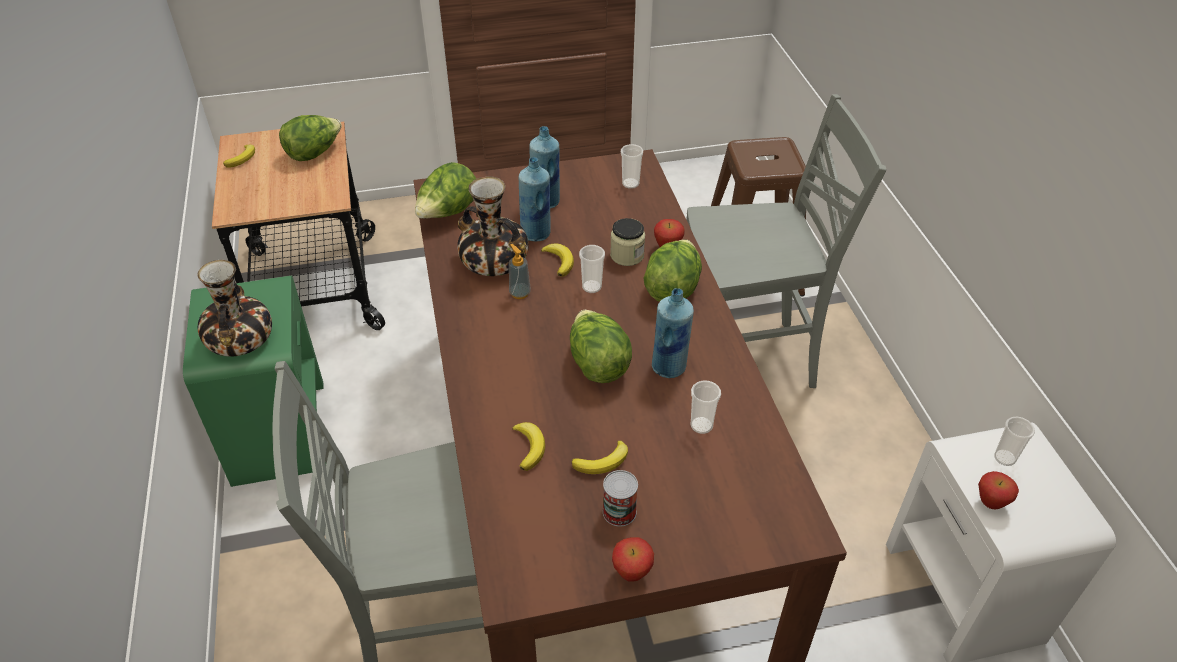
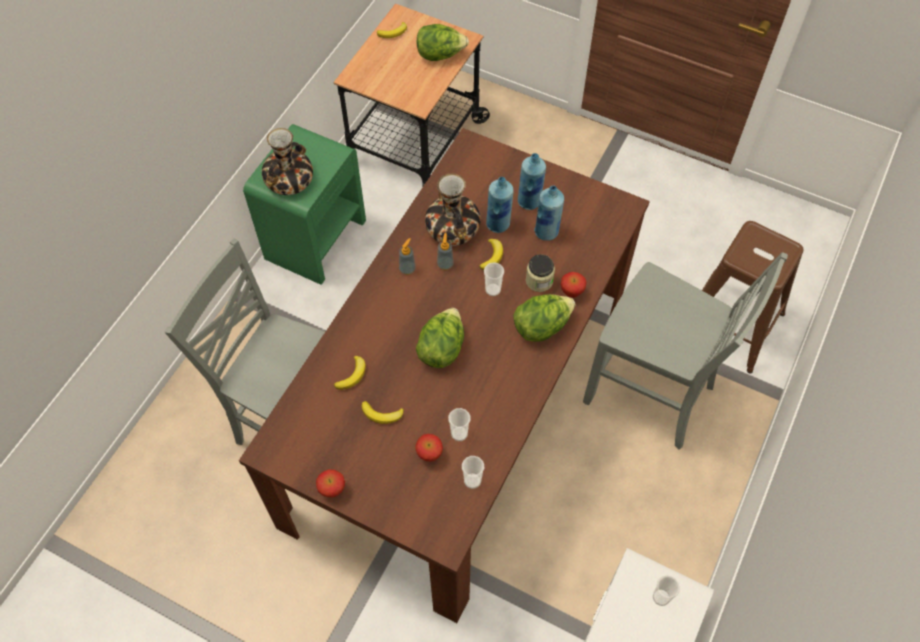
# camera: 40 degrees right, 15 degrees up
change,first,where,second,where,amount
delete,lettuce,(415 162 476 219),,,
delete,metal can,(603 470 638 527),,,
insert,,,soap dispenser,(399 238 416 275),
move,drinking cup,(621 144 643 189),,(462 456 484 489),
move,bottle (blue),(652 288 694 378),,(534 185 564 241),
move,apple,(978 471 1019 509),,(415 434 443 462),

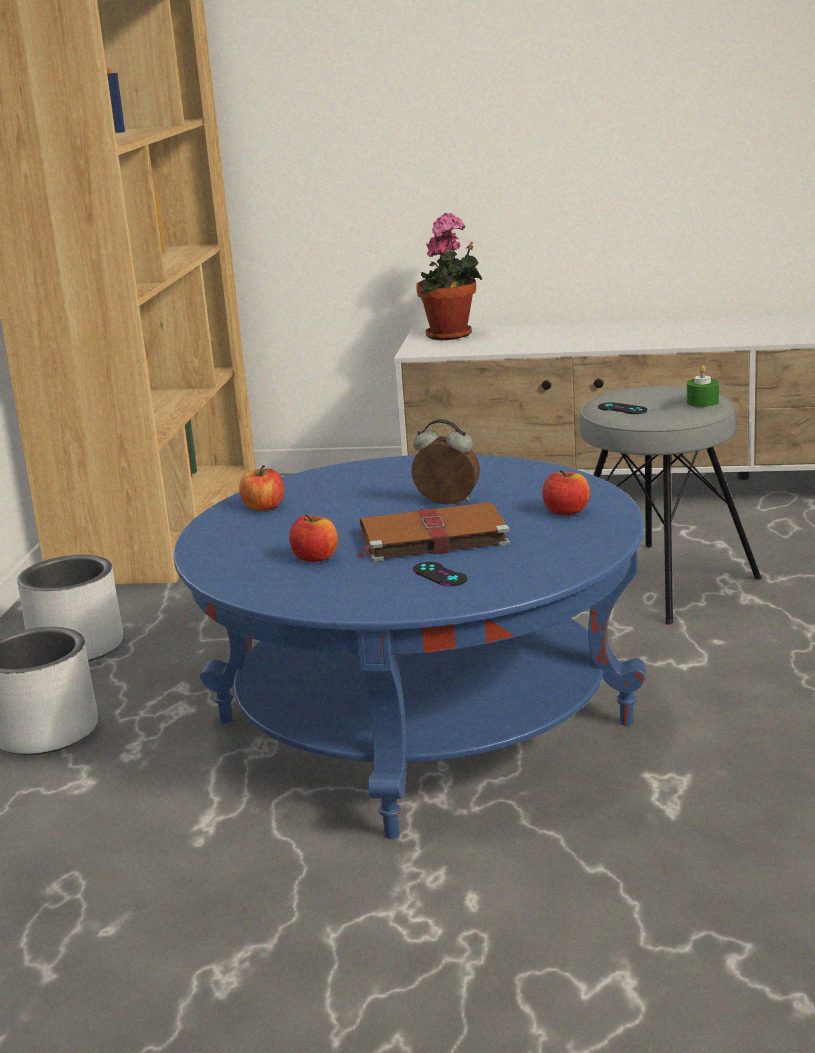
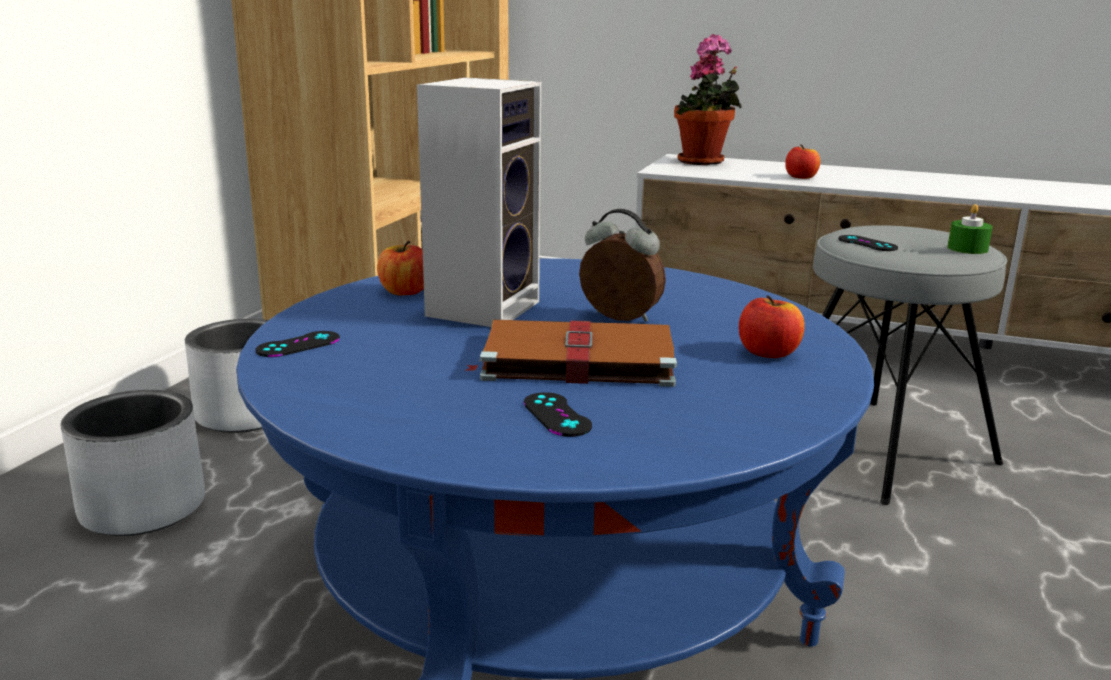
# camera: 10 degrees right, 0 degrees up
change,first,where,second,where,amount
insert,,,game controller (blackish),(256 331 340 357),
insert,,,audio speaker,(417 77 541 327),
move,apple,(289 514 338 562),,(785 144 820 179),

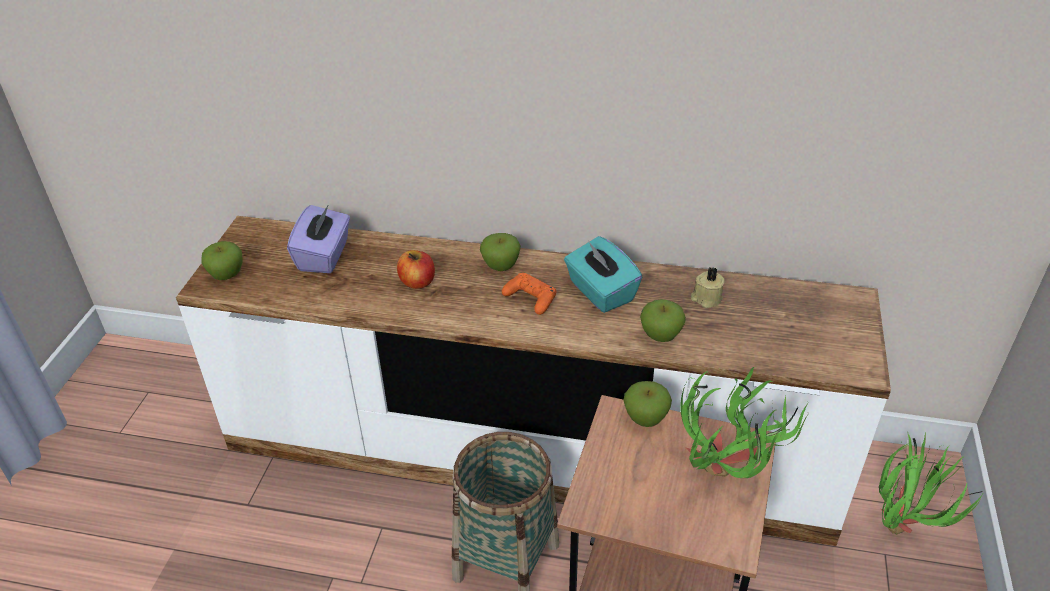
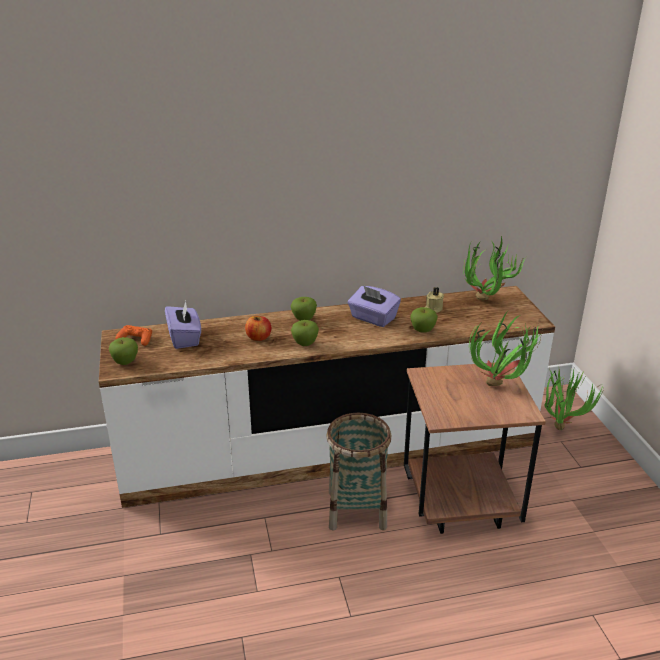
# camera: 25 degrees left, 10 degrees down
change,first,where,second,where,amount
insert,,,plant in a pot,(463 235 525 300),
move,game controller (orange),(502 273 556 315),,(115 325 152 346),
move,apple,(623 381 672 427),,(291 320 319 346),
recolor,box of tissues (turquoise),(564 236 642 313),box of tissues (purple),(348 285 401 327),

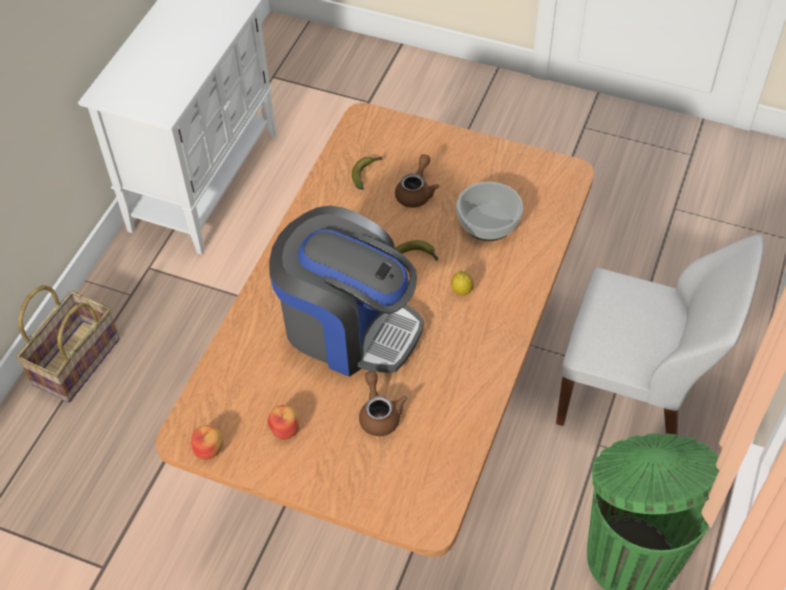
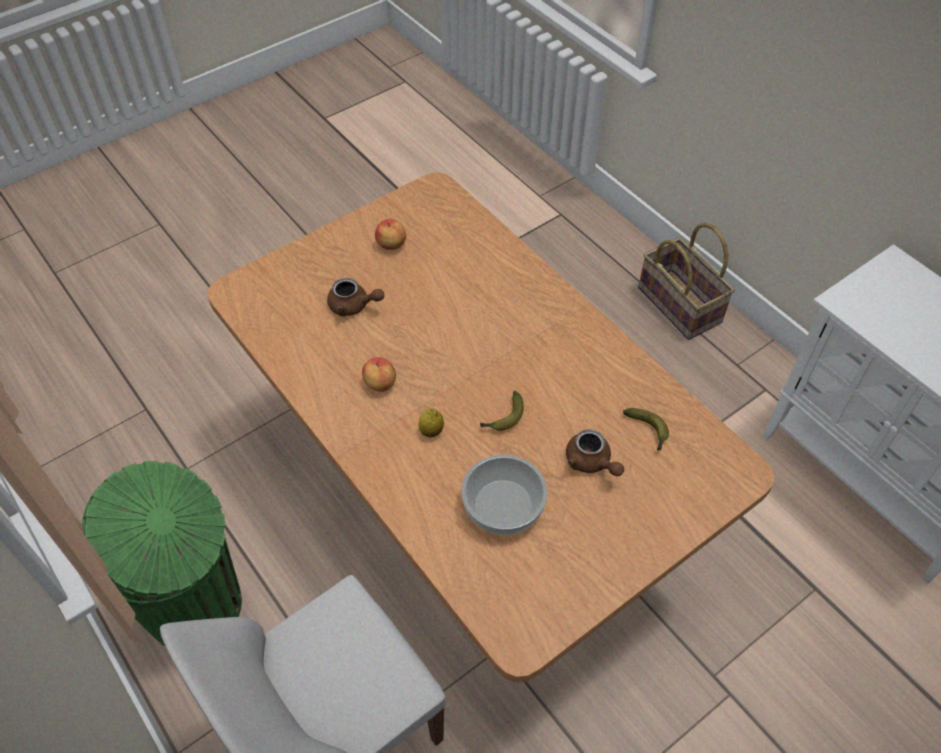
# camera: 120 degrees right, 0 degrees up
change,first,where,second,where,amount
delete,coffee brewer,(269 206 424 377),,,
move,apple,(191 425 224 460),,(362 357 396 392),

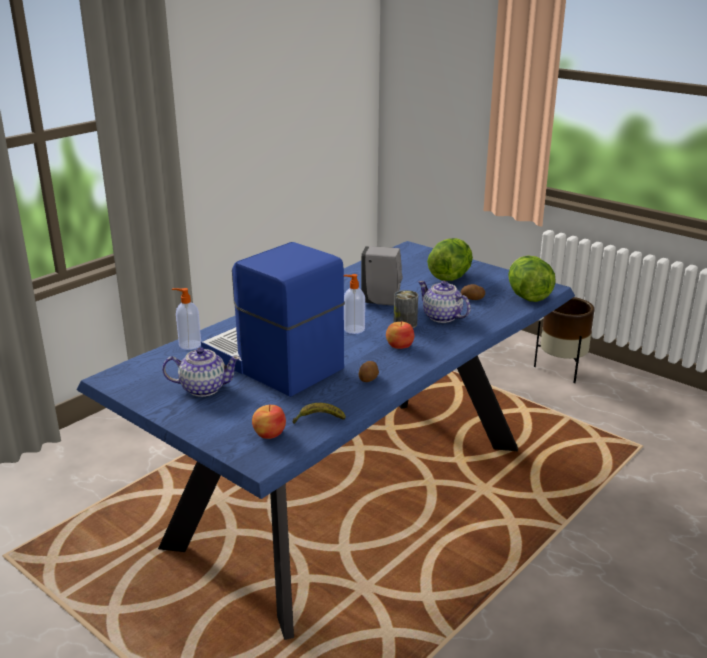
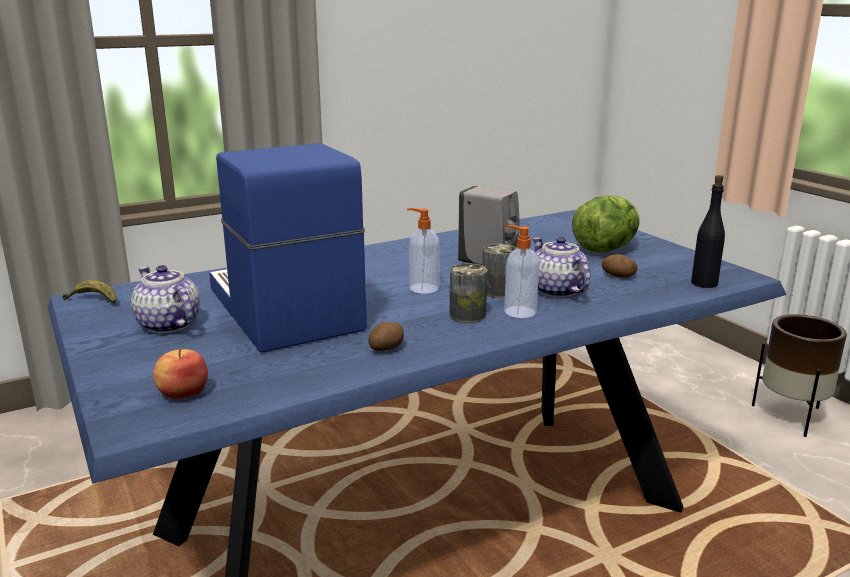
# camera: 20 degrees right, 5 degrees down
change,first,where,second,where,amount
move,soap dispenser,(172 288 201 350),,(504 225 539 318),
move,banana,(293 403 346 424),,(63 280 116 304),
replace,apple,(386 321 414 349),metal can,(450 263 487 323),
replace,lettuce,(508 255 556 302),bottle (blackish),(691 175 725 288),
rotate,teapot,(162 347 241 397),,(131 265 200 333),150 degrees counterclockwise

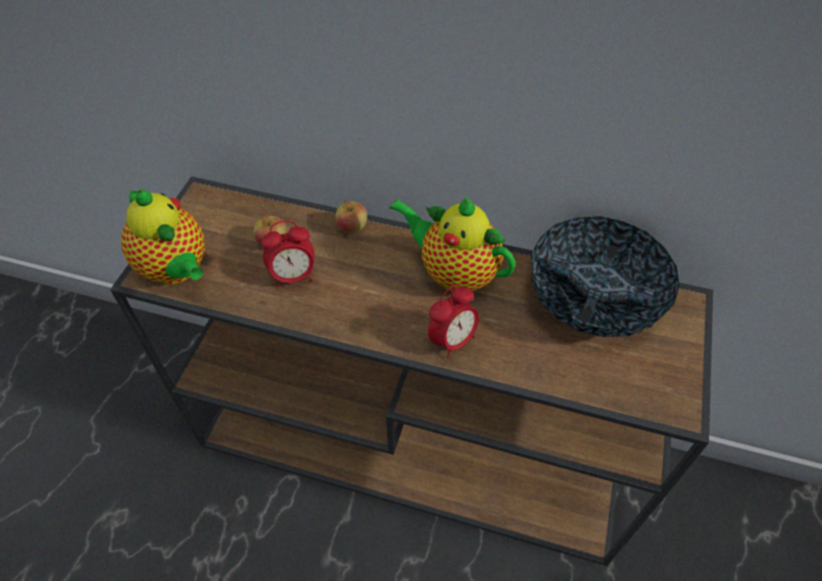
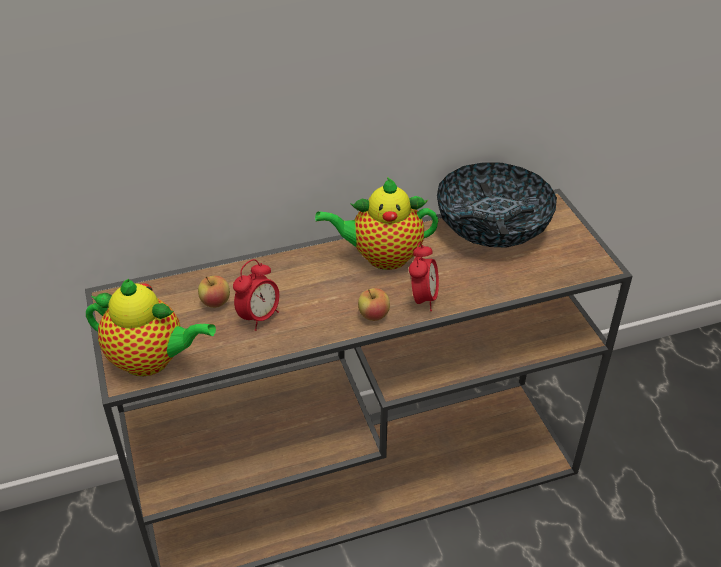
# camera: 35 degrees left, 10 degrees down
change,first,where,second,where,amount
move,apple,(335 201 367 234),,(358 288 390 321),

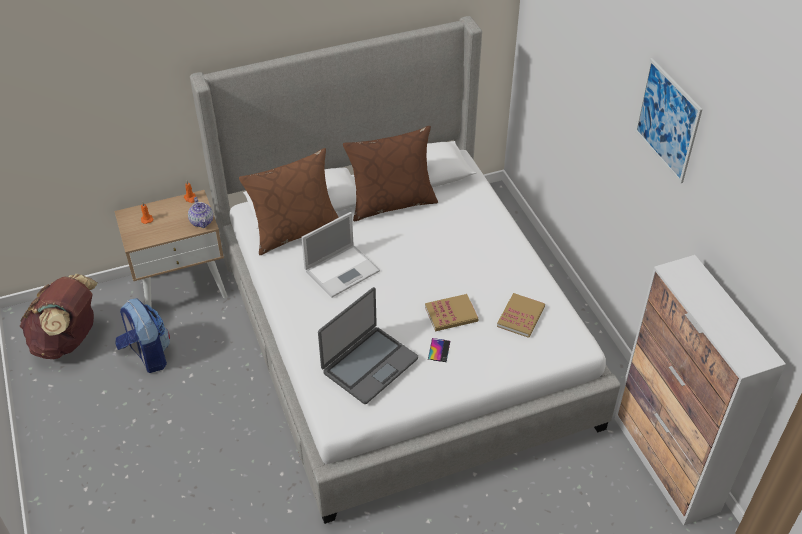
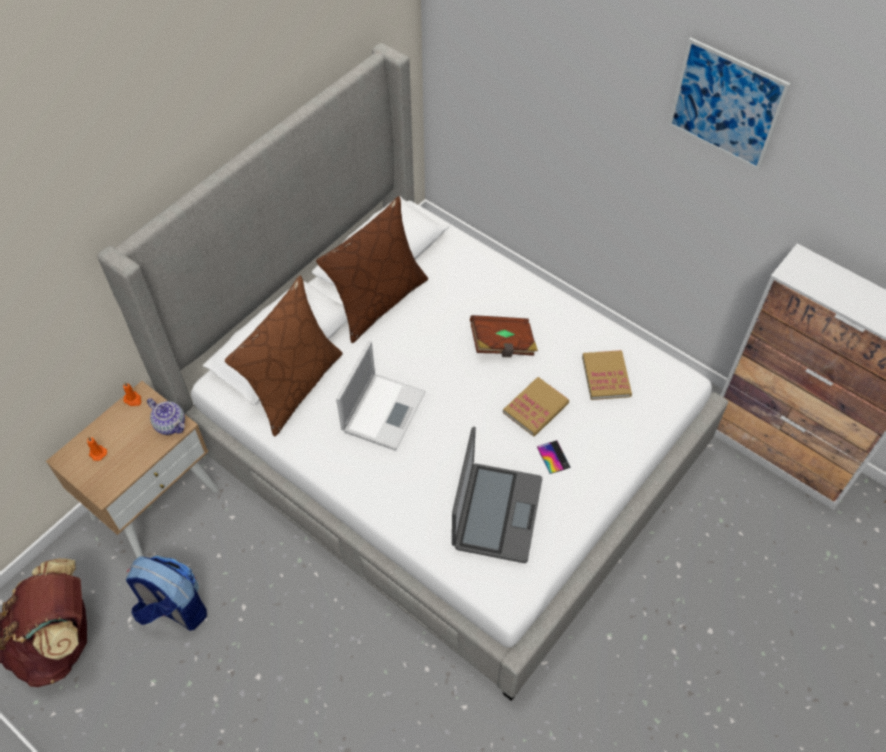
# camera: 30 degrees left, 10 degrees up
change,first,where,second,where,amount
insert,,,bound book (brown),(470 315 538 357),

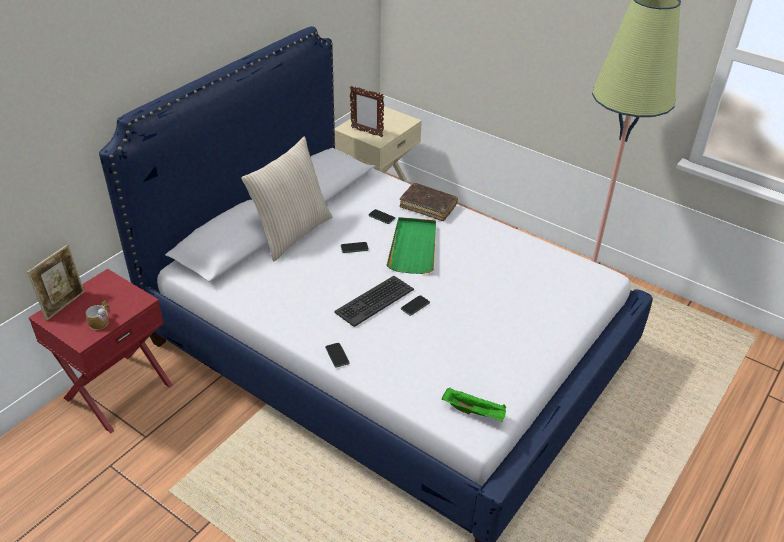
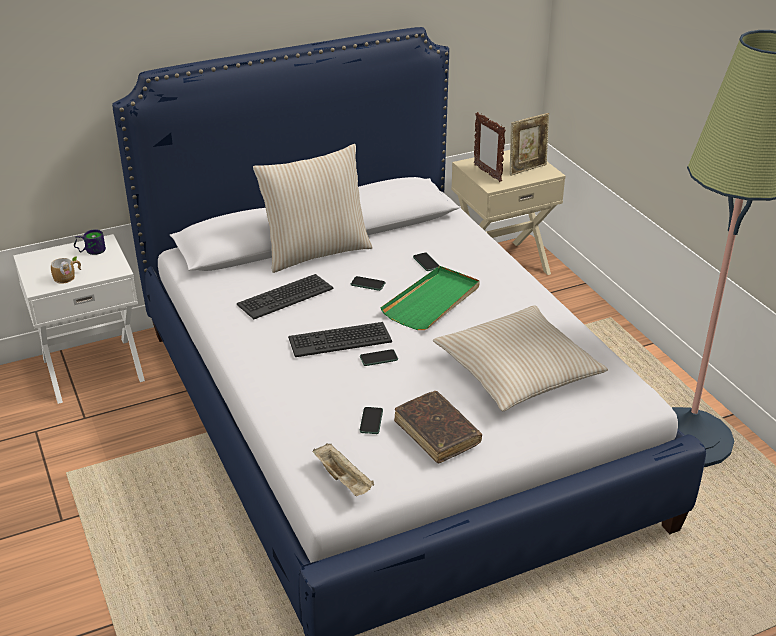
# camera: 30 degrees right, 5 degrees down
change,first,where,second,where,amount
insert,,,coffee mug,(74 229 106 255),
insert,,,PC keyboard,(237 274 334 319),
insert,,,cushion (beige-coloured),(433 305 608 411),
move,standing frame,(27 244 85 320),,(510 113 549 176),
move,handset,(325 343 350 368),,(359 407 383 434),
move,bound book (brown),(399 183 458 221),,(394 391 482 463),
recolor,bedside table (red-coloured),(29 269 173 433),bedside table (white-coloured),(13 234 145 404),
recolor,serving tray (greenish),(442 387 506 422),serving tray (beige-coloured),(313 443 374 496),

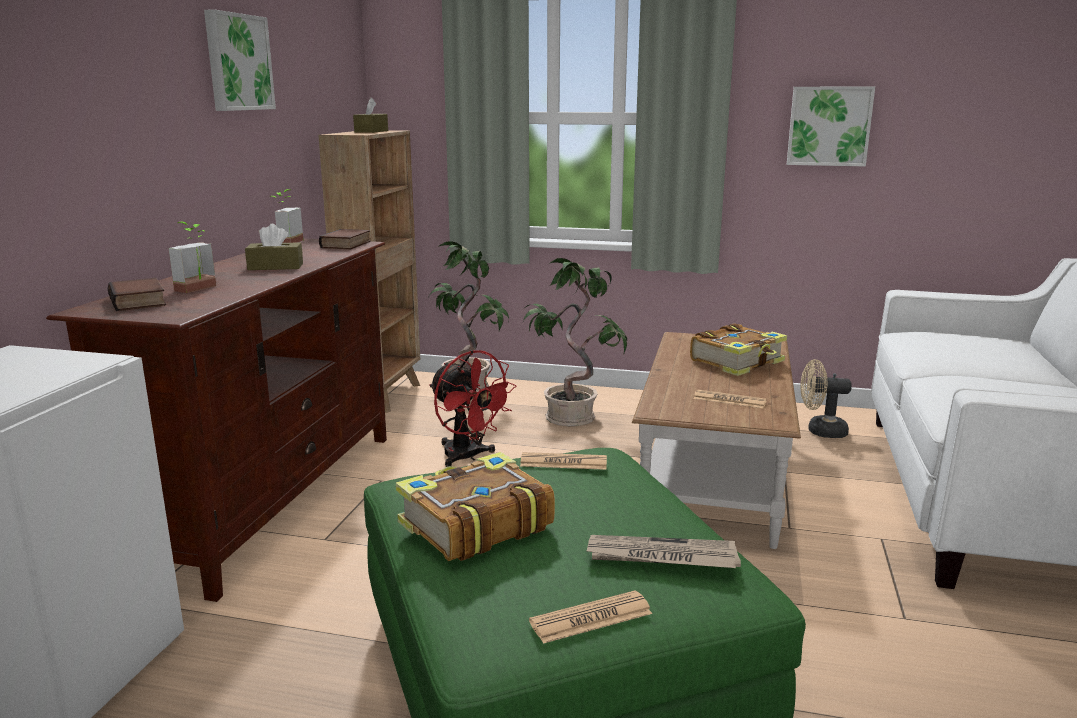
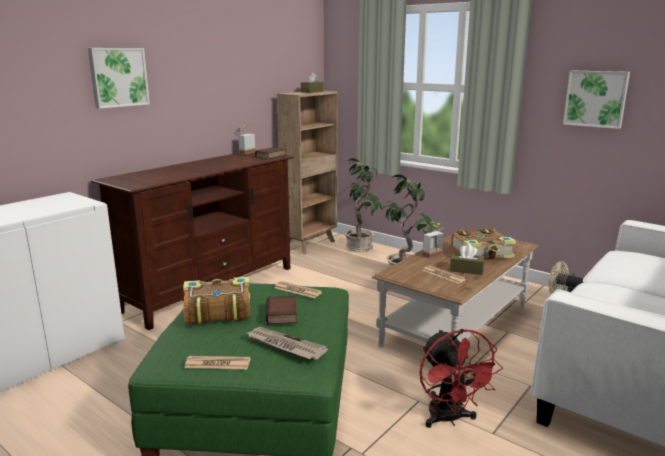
# camera: 25 degrees right, 0 degrees up
change,first,where,second,where,amount
move,bound book,(108 278 166 311),,(266 296 297 325),
move,plant in a pot,(168 222 216 293),,(422 222 444 258),
move,wall art,(204 9 276 111),,(88 48 150 109),
move,box of tissues (brown),(245 224 303 270),,(450 244 485 275),
move,cooling fan (red-coloured),(429 350 517 467),,(420 329 503 428),

